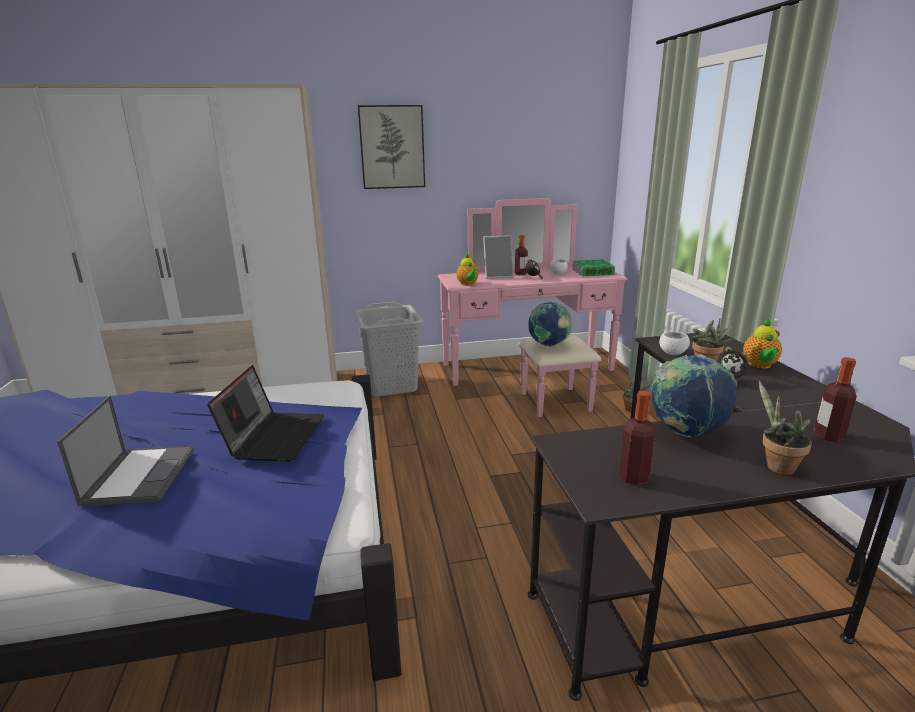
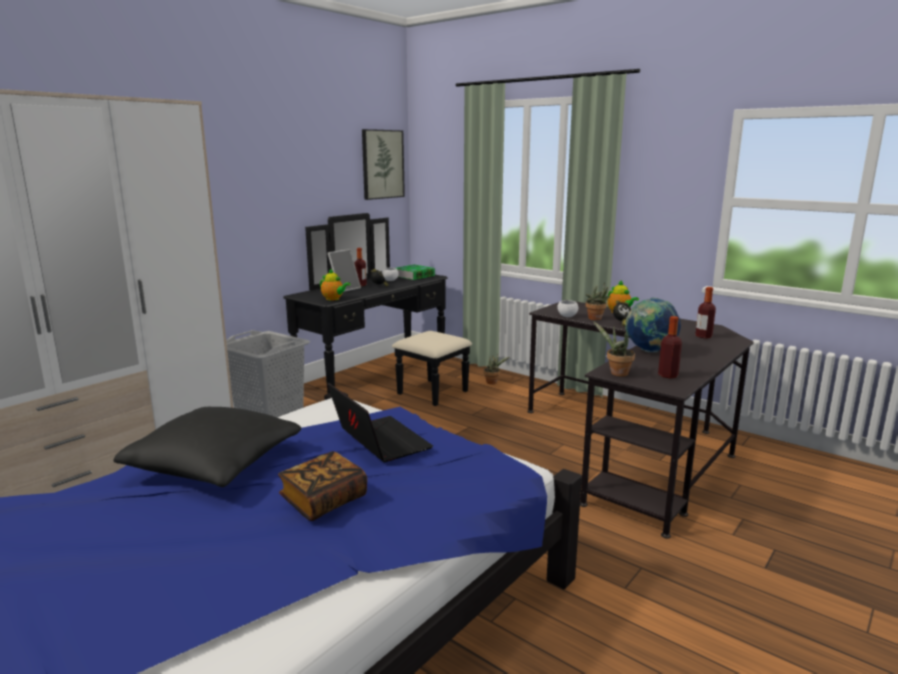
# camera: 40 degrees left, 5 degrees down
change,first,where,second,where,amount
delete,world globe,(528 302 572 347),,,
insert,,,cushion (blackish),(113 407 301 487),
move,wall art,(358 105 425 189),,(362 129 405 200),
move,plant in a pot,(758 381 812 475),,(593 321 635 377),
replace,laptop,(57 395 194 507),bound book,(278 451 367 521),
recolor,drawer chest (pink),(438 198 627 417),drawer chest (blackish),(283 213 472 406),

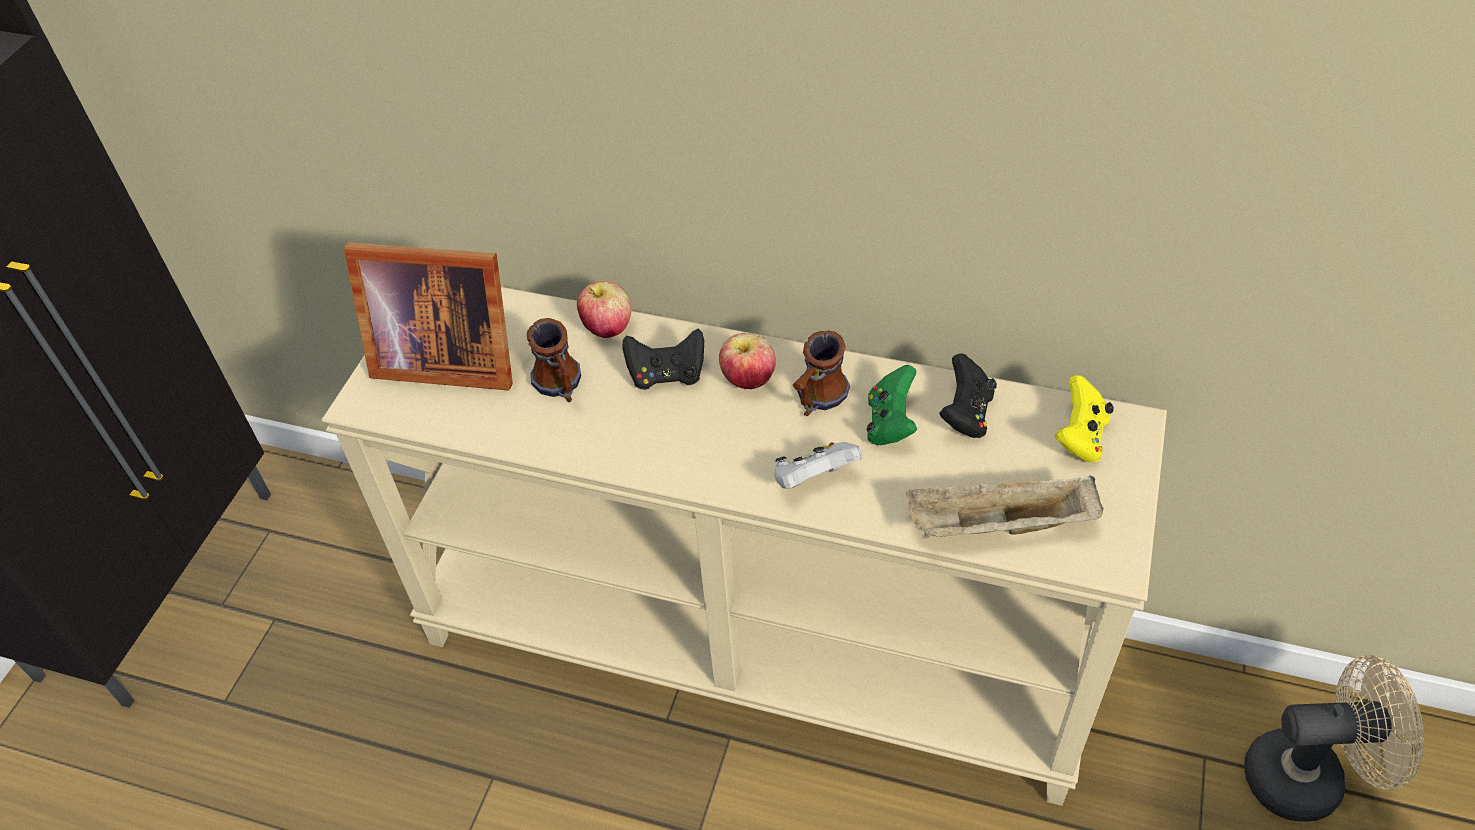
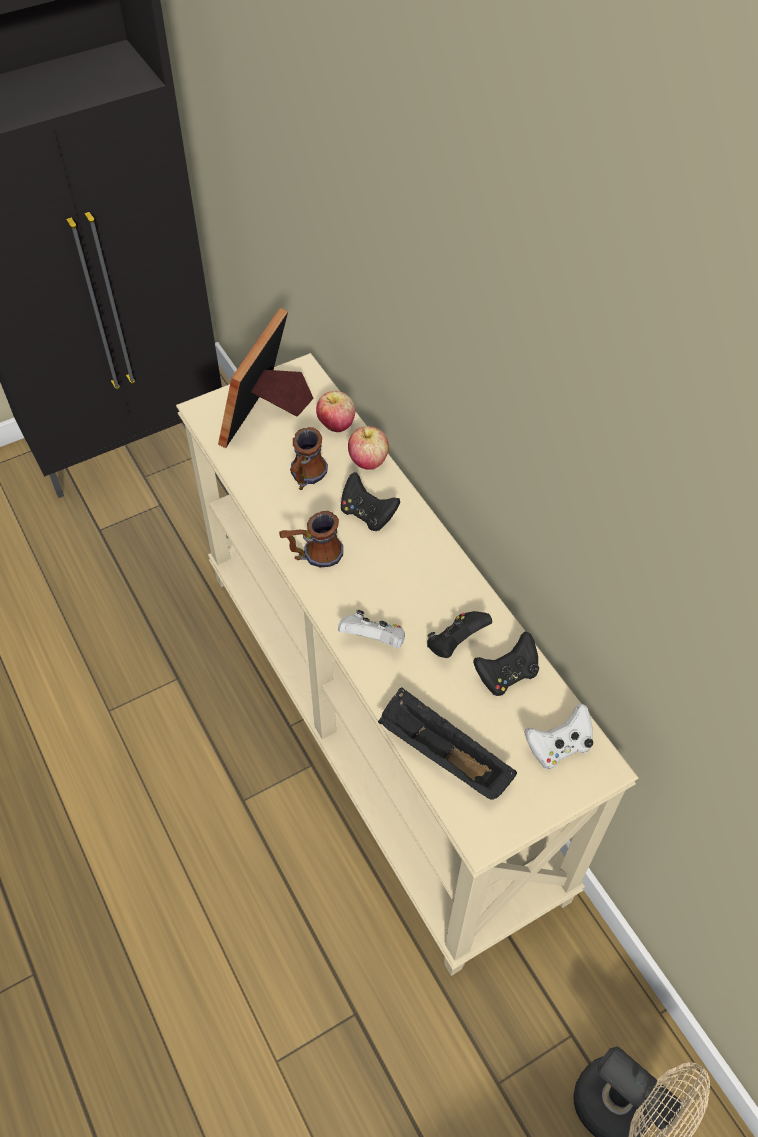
# camera: 40 degrees right, 5 degrees up
change,first,where,second,where,amount
move,apple,(719 333 776 389),,(316 391 355 432),
move,coffee mug,(793 330 850 416),,(279 511 343 567),
recolor,game controller (greenish),(867 365 917 445),game controller (blackish),(427 611 492 658),
recolor,serving tray (beige-coloured),(906 475 1104 539),serving tray (blackish),(378 688 517 800),
recolor,game controller (yellow-coloured),(1055 375 1114 463),game controller (white-coloured),(524 703 594 770),
rotate,standing frame,(343 242 513 390),,(218 308 314 448),60 degrees clockwise

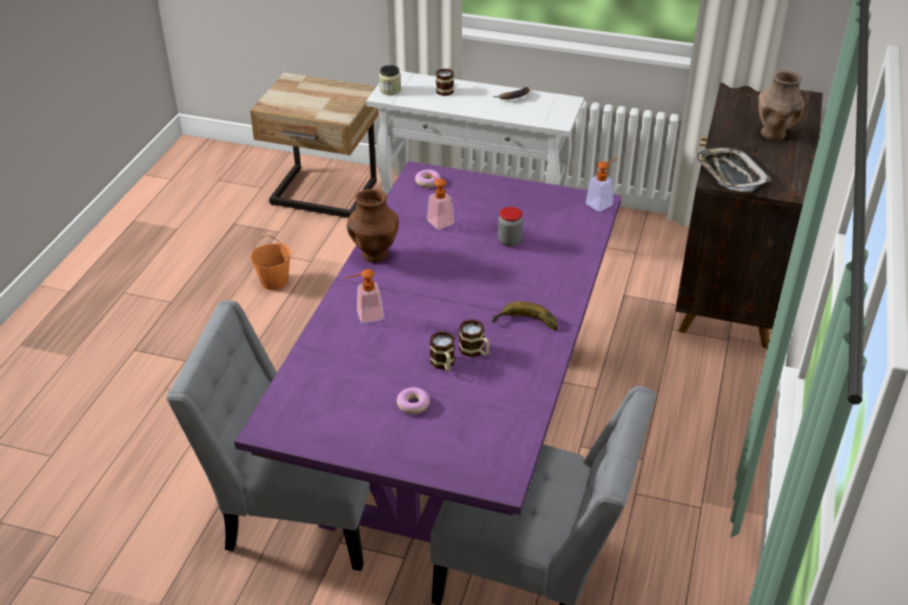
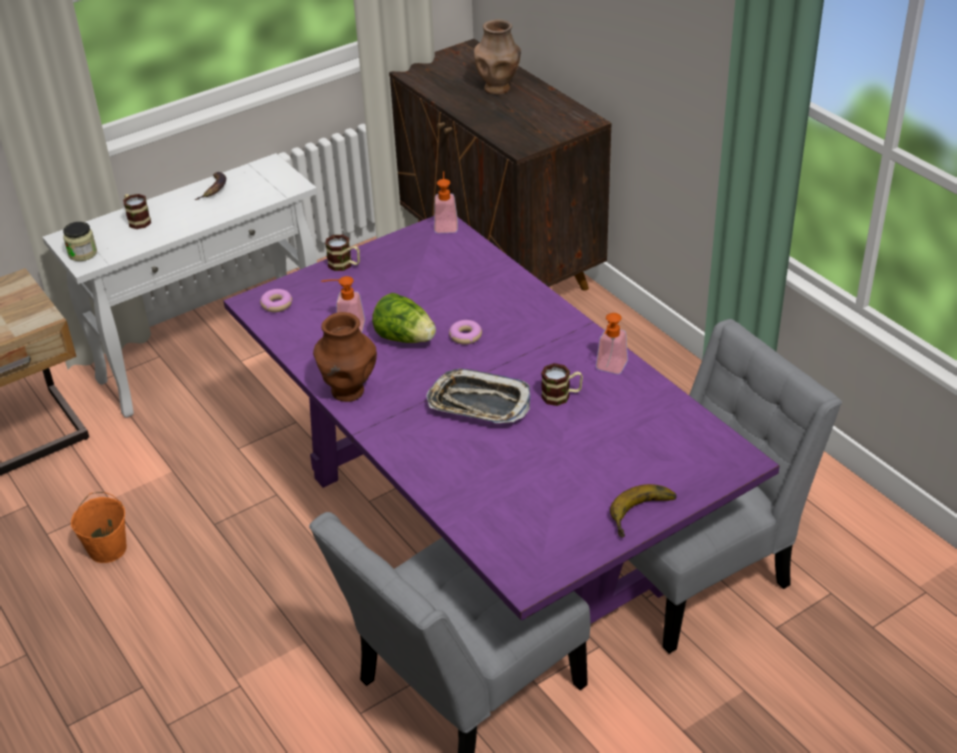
# camera: 50 degrees left, 0 degrees up
change,first,where,second,where,amount
delete,preserve jar,(498 207 523 247),,,
insert,,,lettuce,(372 293 436 343),
move,soap dispenser,(345 269 384 323),,(596 313 628 374),
move,ring doughnut,(397 387 430 414),,(449 320 482 344),
move,coffee mug,(430 331 455 372),,(325 235 360 271),
move,banana,(492 301 558 331),,(610 484 677 538),
move,serving tray,(694 148 771 192),,(426 369 530 423),

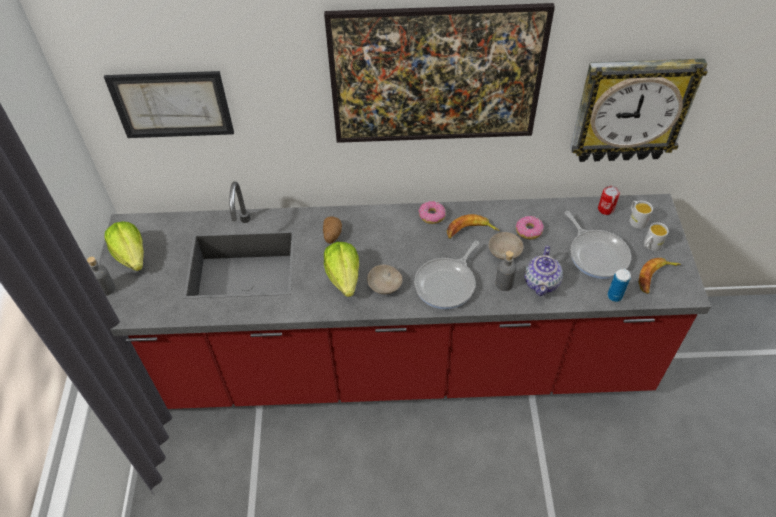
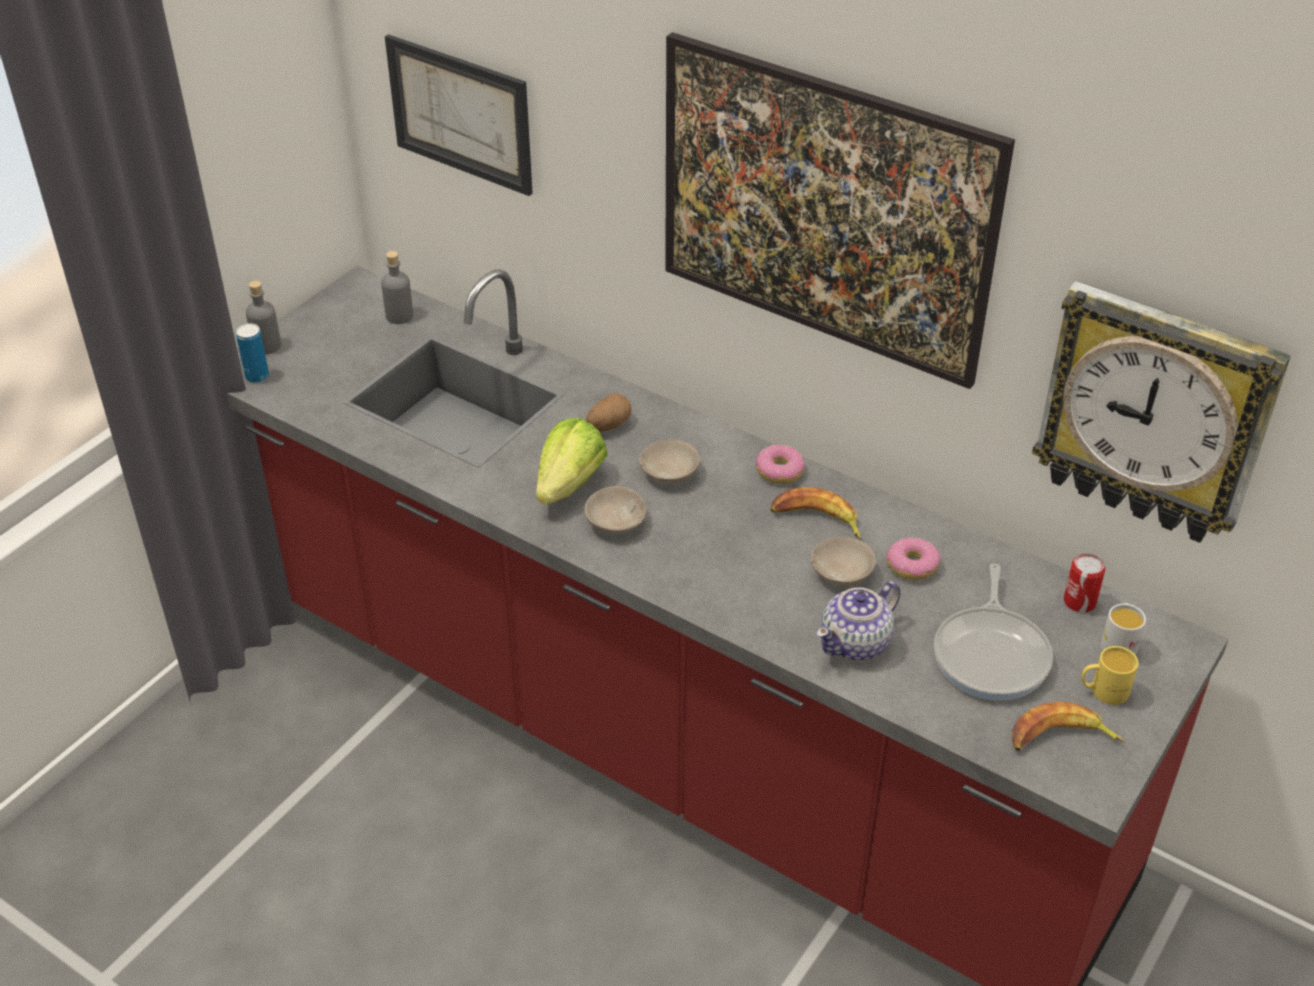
# camera: 35 degrees right, 10 degrees down
change,first,where,second,where,amount
delete,lettuce,(104 221 144 271),,,
delete,skillet,(414 241 479 309),,,
insert,,,deep dish (beige-coloured),(639 439 700 484),
move,bottle (grey),(495 251 517 291),,(381 251 413 324),
move,metal can,(607 268 631 302),,(236 323 269 383),
recolor,coffee mug (white-coloured),(644 222 669 251),coffee mug (yellow-coloured),(1082 646 1138 705),

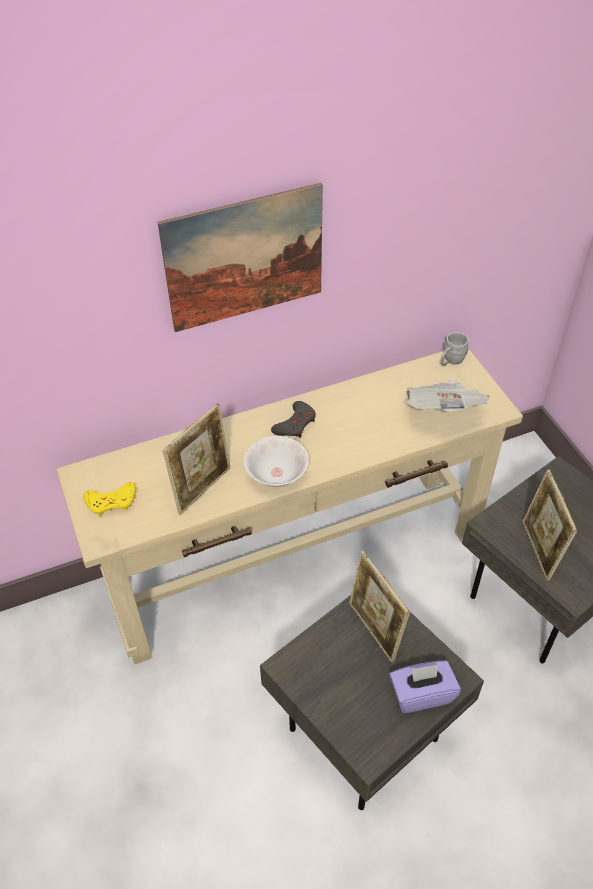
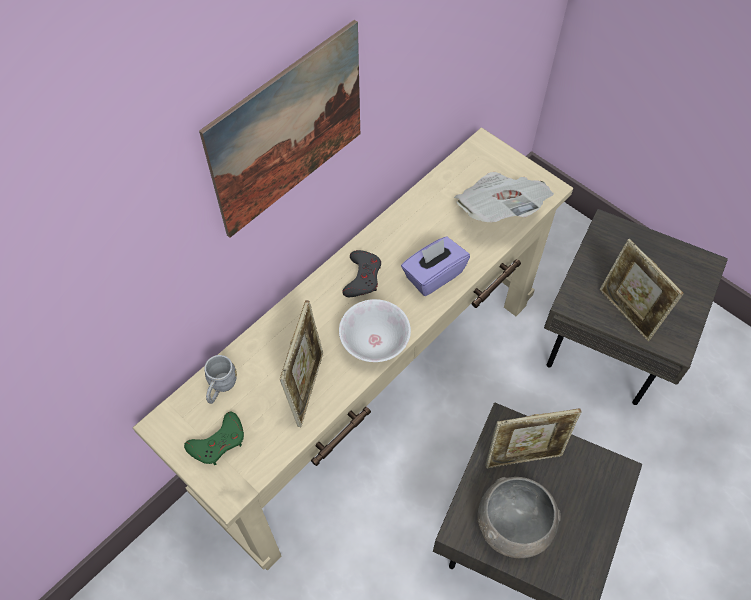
# camera: 25 degrees left, 10 degrees up
change,first,where,second,where,amount
insert,,,deep dish (grey),(478 477 561 558),
move,box of tissues (purple),(389 661 461 713),,(401 237 470 296),
move,coffee mug (grey),(440 332 469 366),,(204 355 237 404),
recolor,game controller (yellow-coloured),(83 482 136 517),game controller (greenish),(184 412 244 465),
rotate,standing frame,(349 551 410 662),,(485 408 581 468),45 degrees counterclockwise

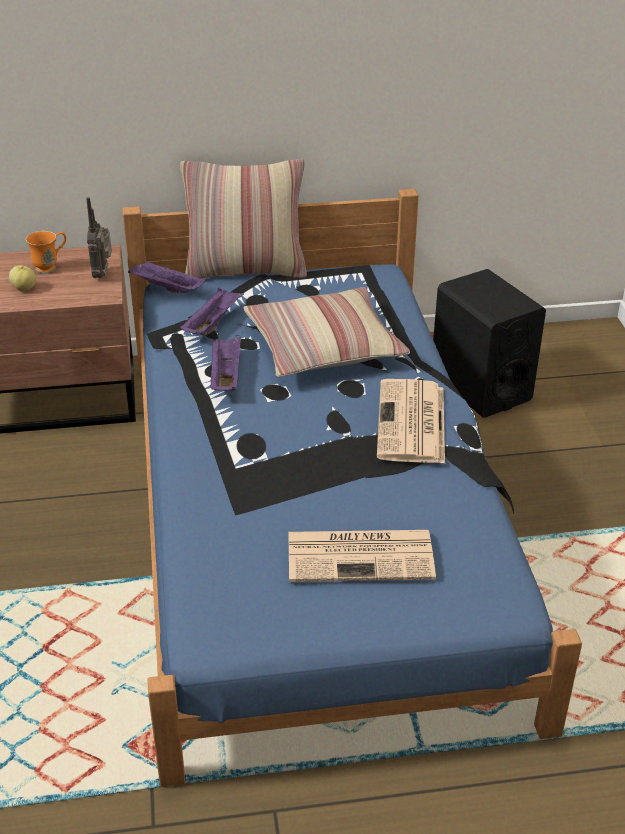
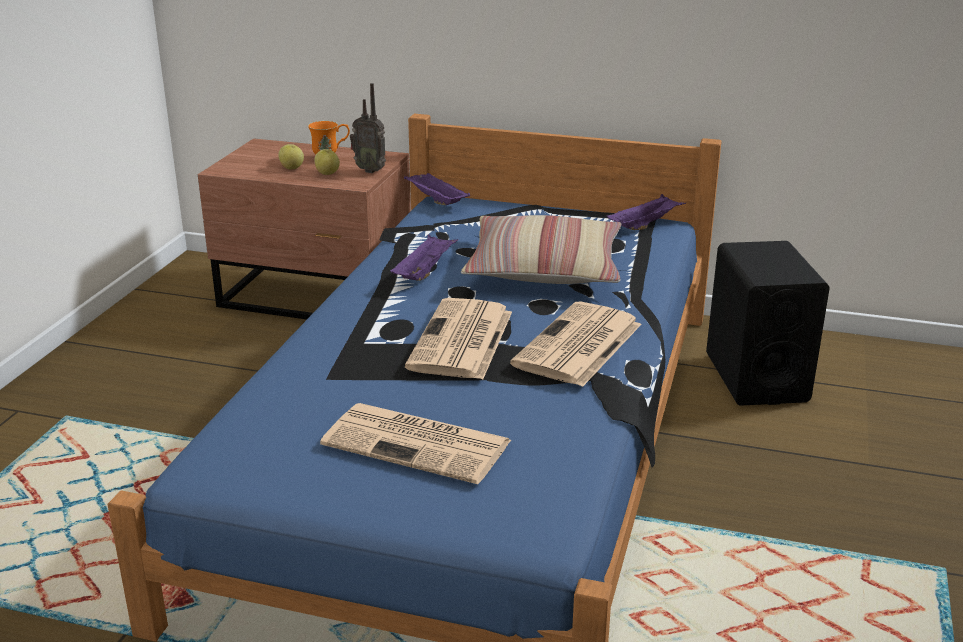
# camera: 25 degrees right, 10 degrees down
change,first,where,second,where,amount
delete,cushion,(180 159 307 279),,,
insert,,,apple,(314 149 340 175),
insert,,,printed paper,(405 298 512 380),
move,serving tray (purple),(180 288 244 335),,(607 194 686 230),
rotate,radio,(86 197 112 278),,(350 83 386 173),90 degrees counterclockwise

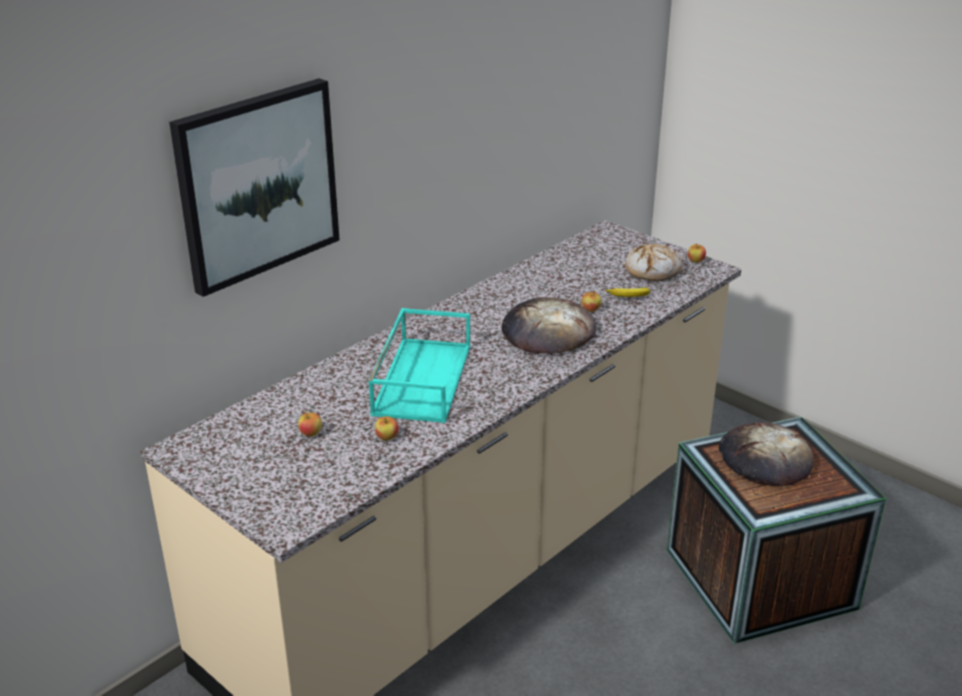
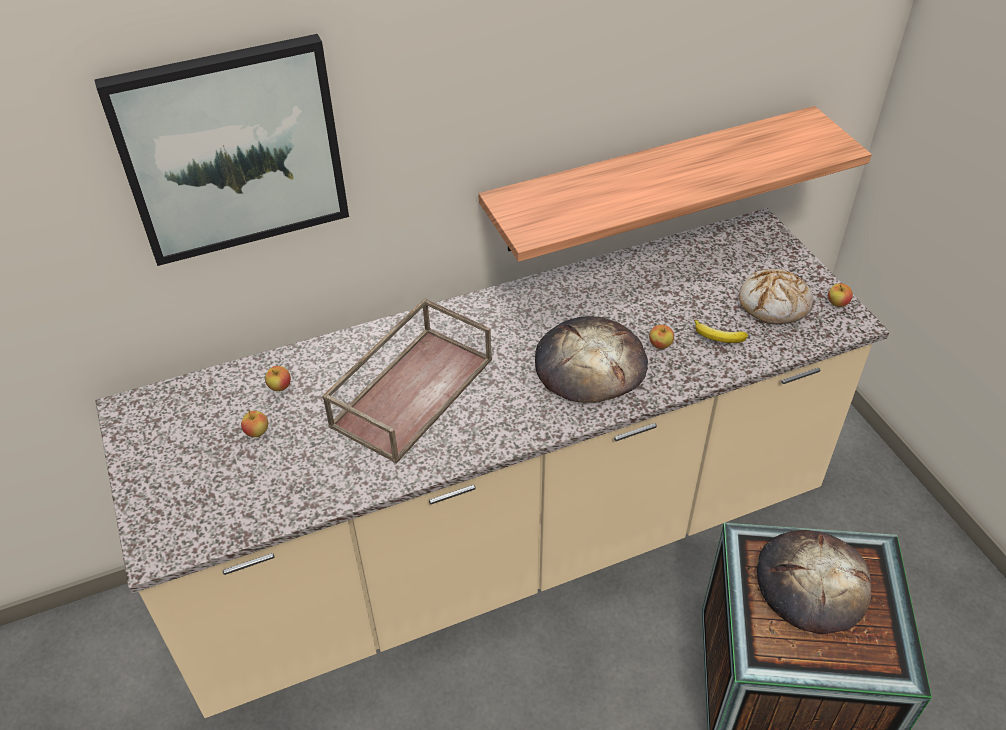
# camera: 25 degrees right, 15 degrees up
change,first,where,second,where,amount
insert,,,shelf,(478 106 872 262),
move,apple,(375 416 399 440),,(265 366 291 391),
recolor,serving tray (turquoise),(369 308 470 423),serving tray (brown),(322 298 492 464),

